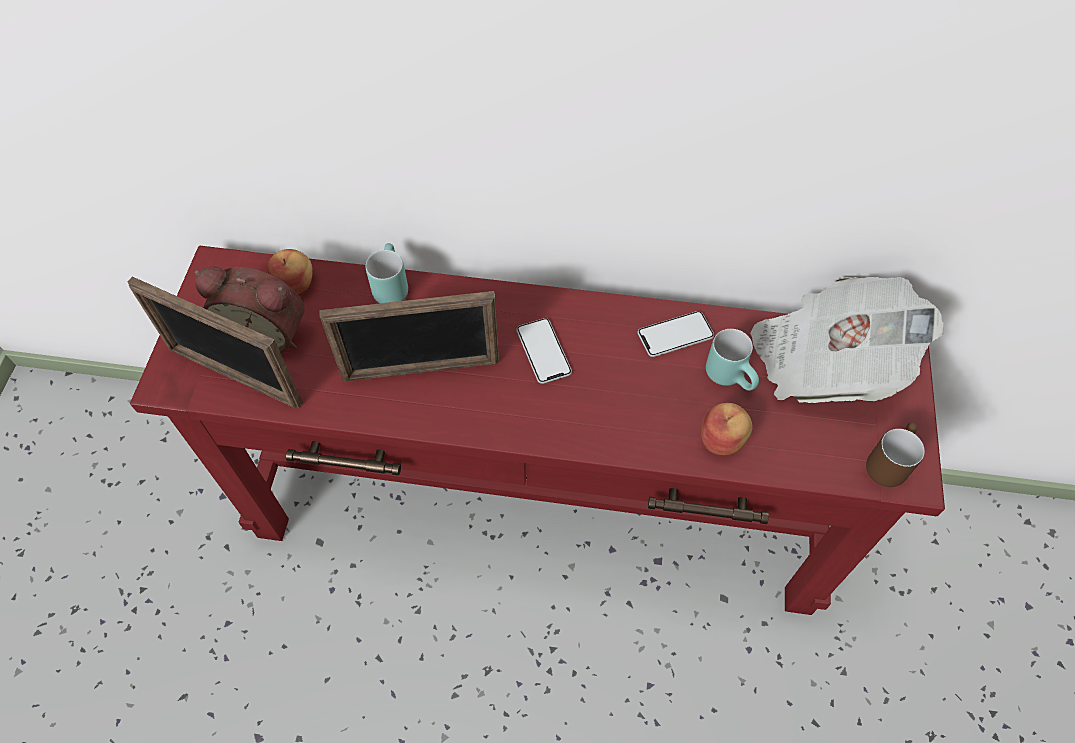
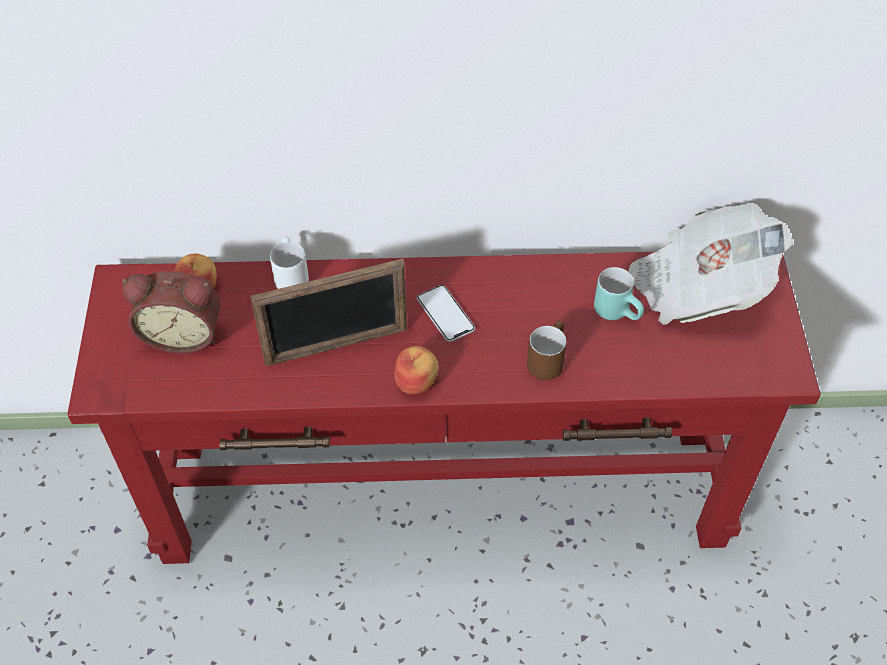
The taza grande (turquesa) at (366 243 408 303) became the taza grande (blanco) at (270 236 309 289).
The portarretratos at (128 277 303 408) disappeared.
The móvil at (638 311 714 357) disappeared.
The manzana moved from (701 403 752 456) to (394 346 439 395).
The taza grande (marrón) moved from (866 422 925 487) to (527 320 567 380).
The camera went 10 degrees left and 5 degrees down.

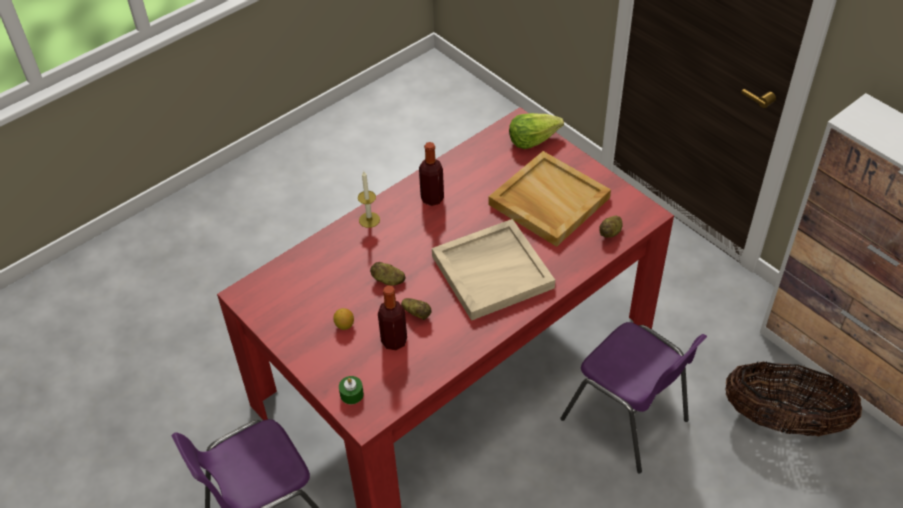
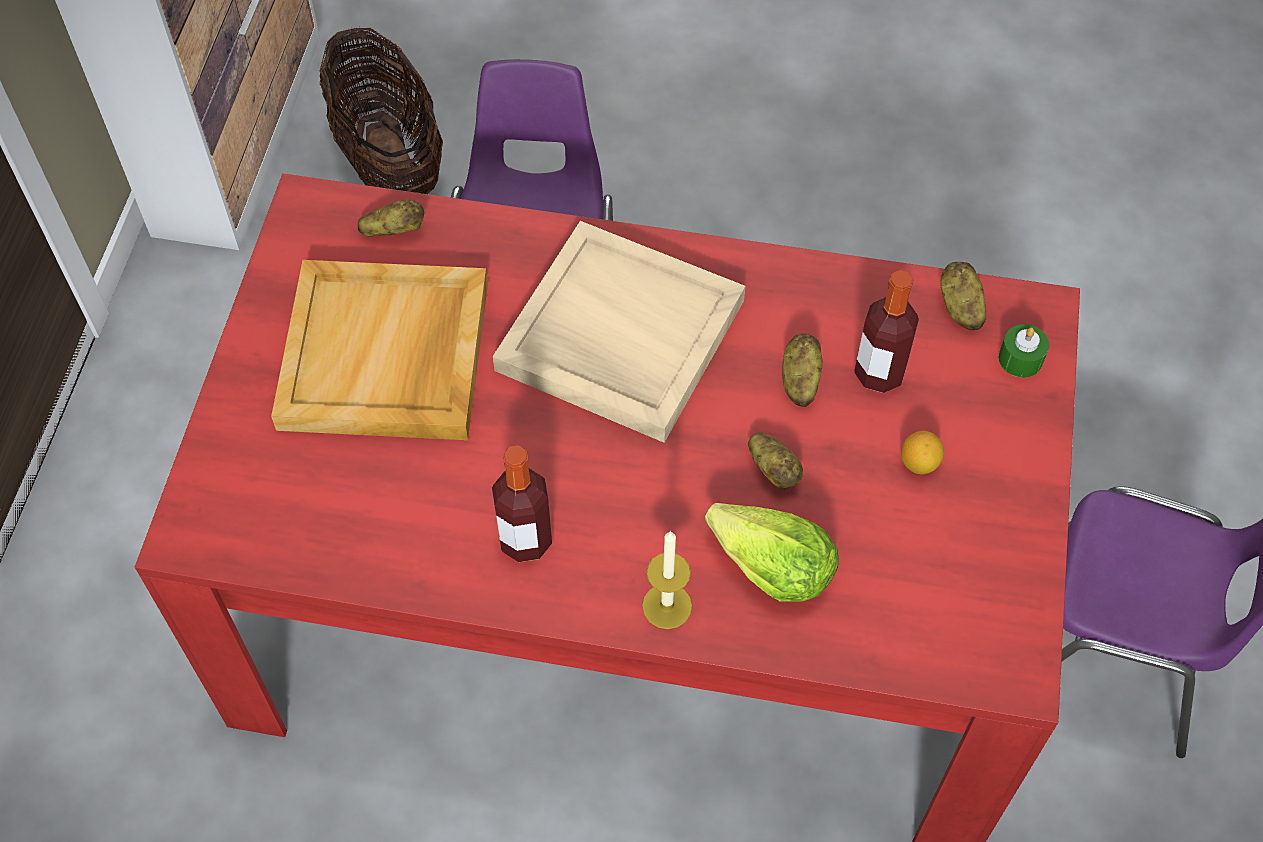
The lechuga moved from (509 113 564 149) to (705 503 839 601).
The patata at (941 262 987 330) appeared.
The camera went 130 degrees left and 10 degrees up.

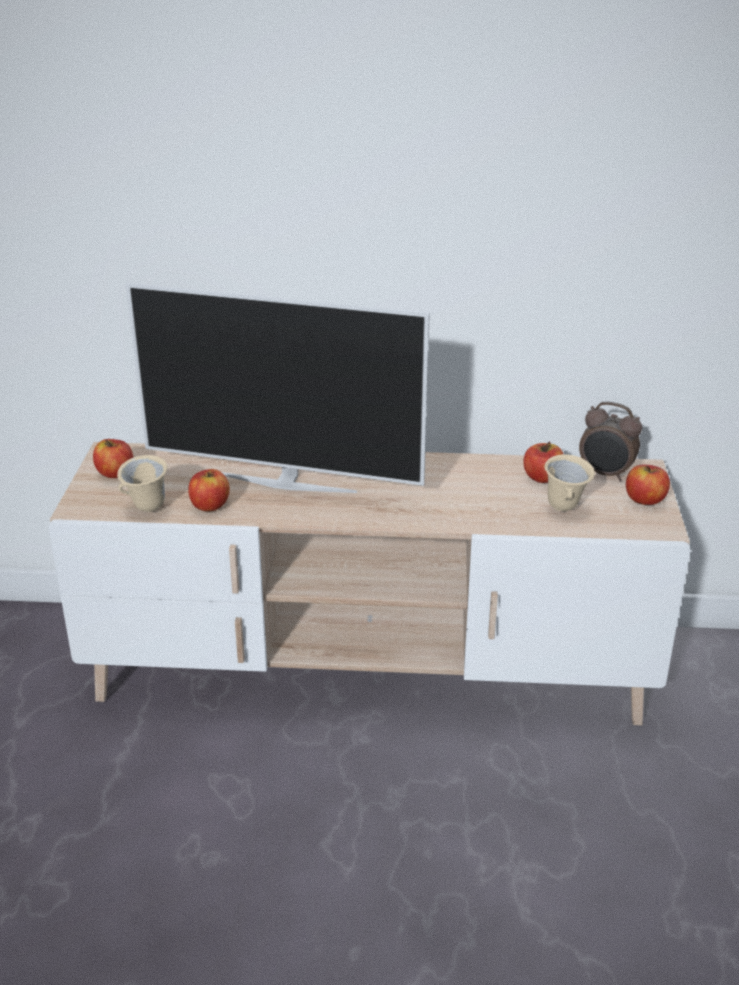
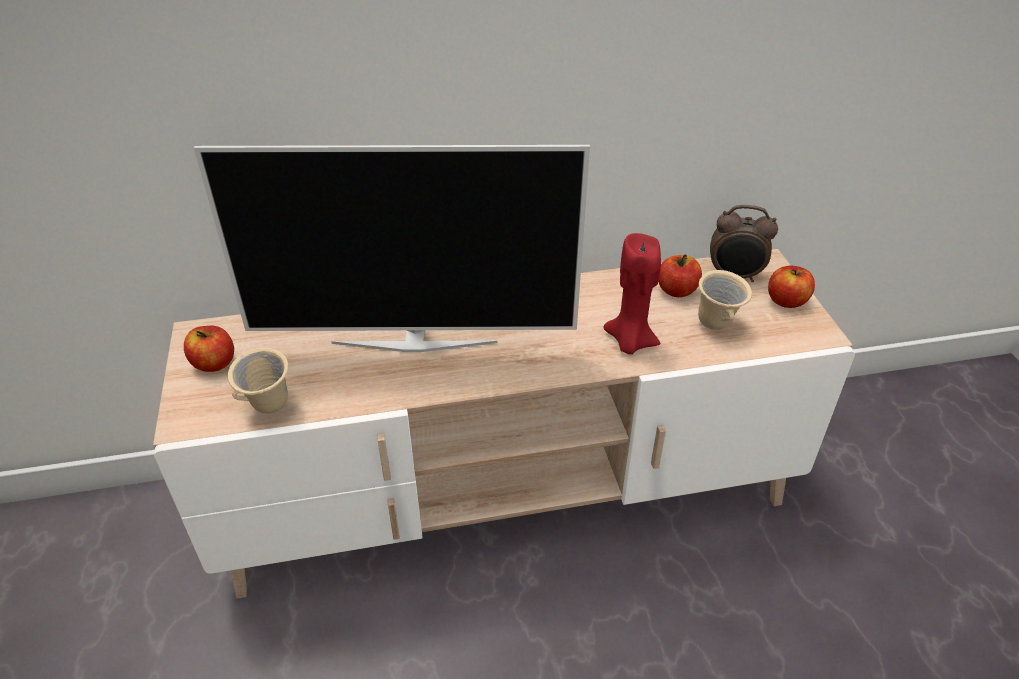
The manzana at (188 469 230 511) disappeared.
The vela (rojo) at (604 233 661 354) appeared.
The camera went 15 degrees left and 10 degrees up.

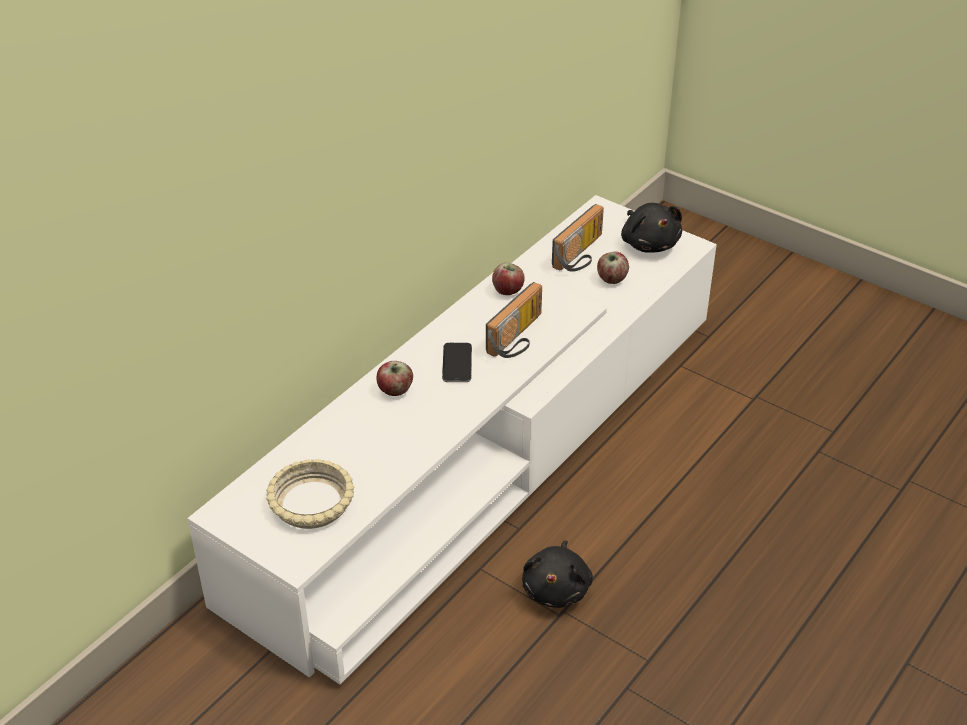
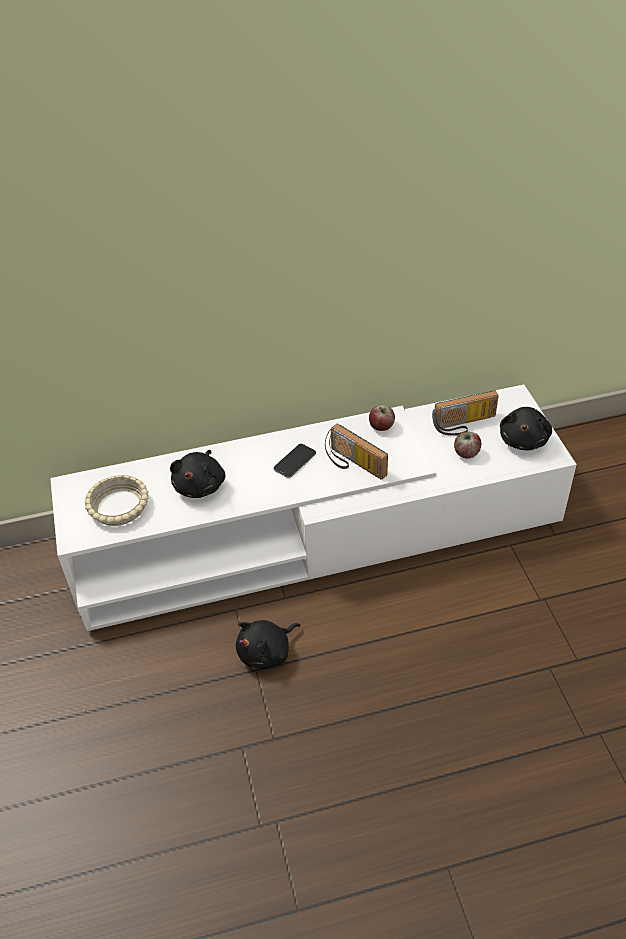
The radio at (486 282 542 358) turned 60 degrees clockwise.
The manzana at (377 361 413 396) disappeared.
The peluche (negro) at (170 450 226 498) appeared.
The camera went 40 degrees right and 5 degrees up.

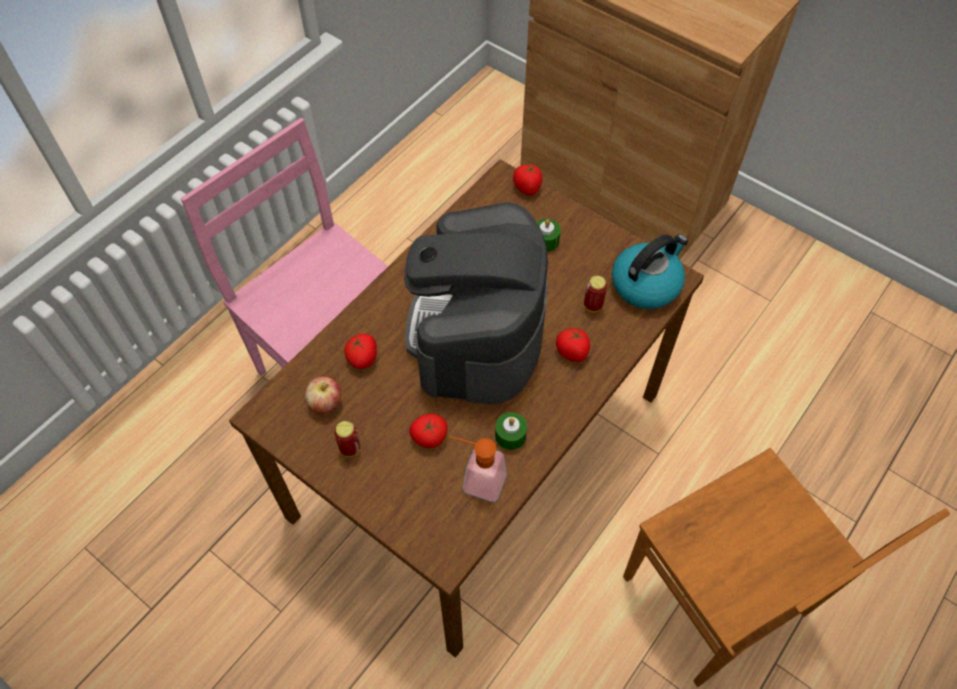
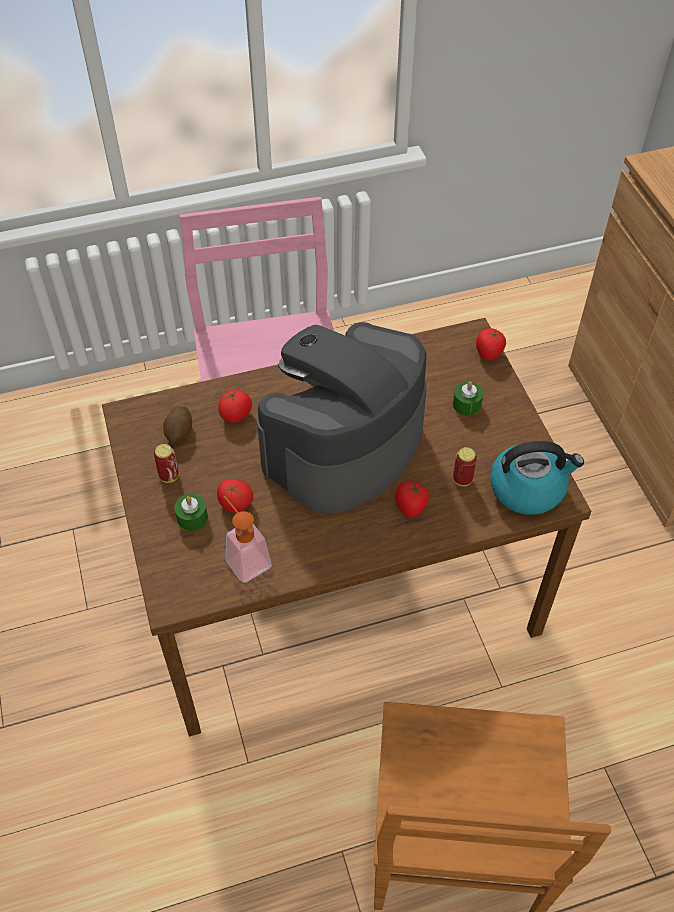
The manzana at (305 376 341 414) was replaced by the patata at (163 406 192 443).
The vela (verde) moved from (495 412 527 450) to (174 494 208 531).
The camera went 35 degrees right and 5 degrees down.

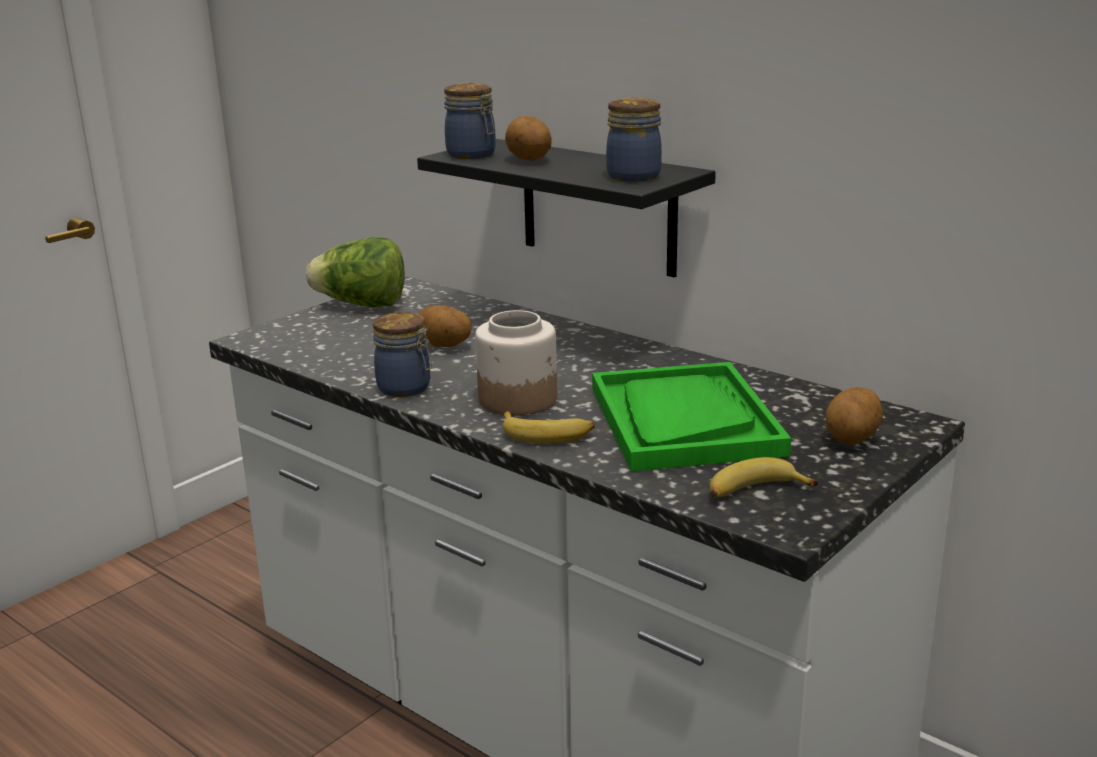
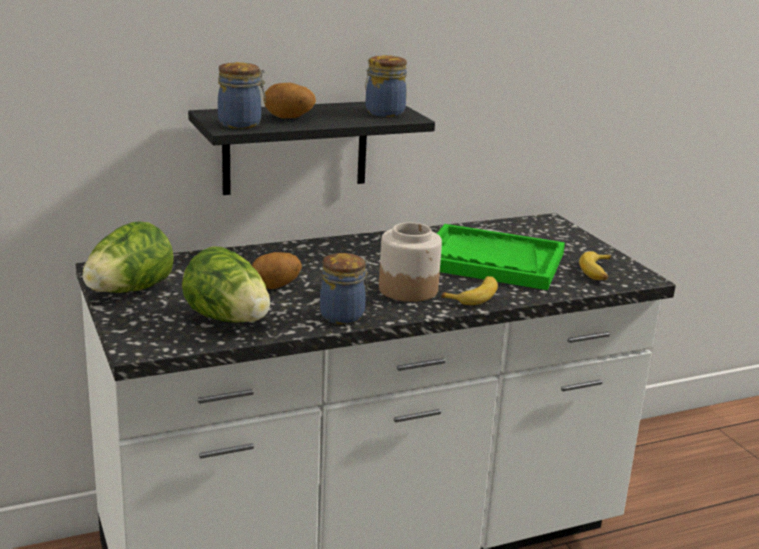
The patata at (826 387 883 445) disappeared.
The lechuga at (182 246 270 322) appeared.
The camera went 65 degrees left and 0 degrees up.

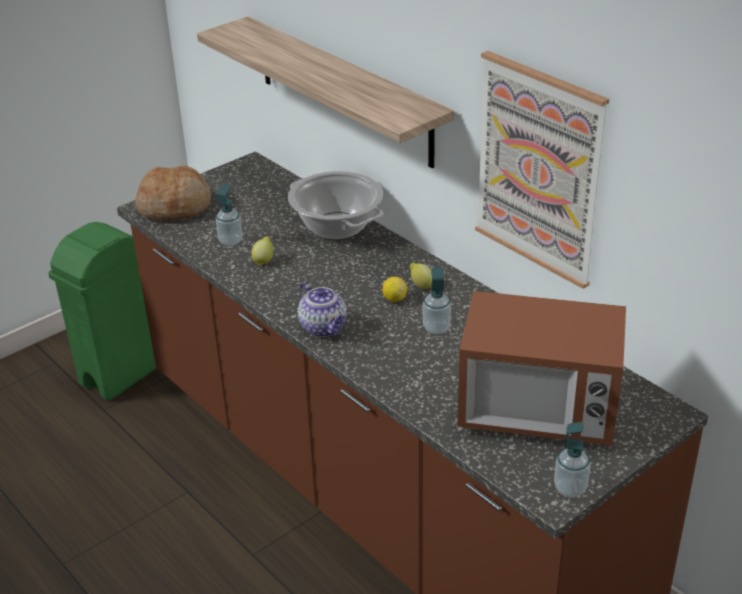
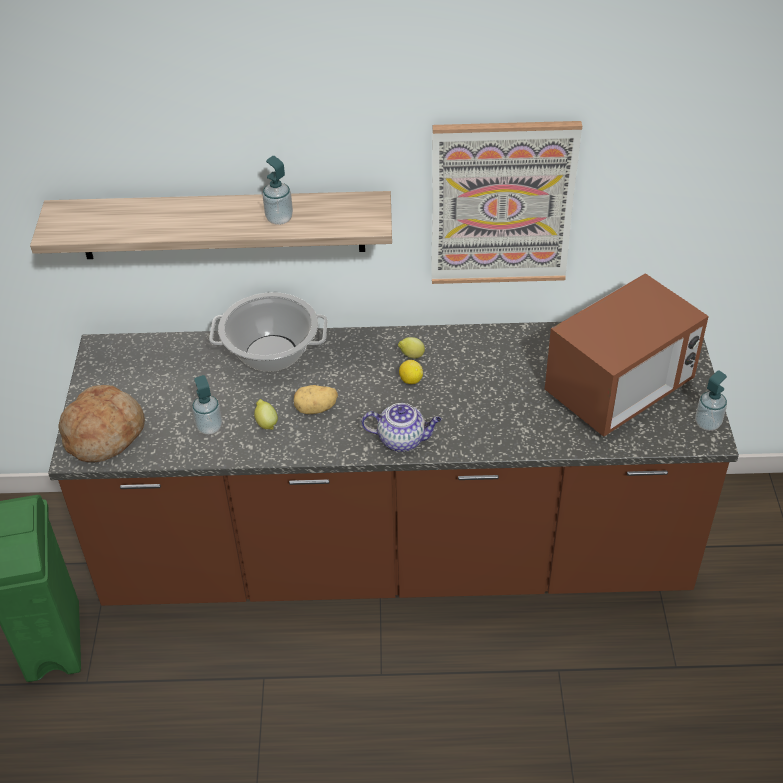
The dispensador de jabón moved from (423 267 451 334) to (263 156 293 225).
The patata at (294 385 338 414) appeared.
The camera went 50 degrees left and 10 degrees up.

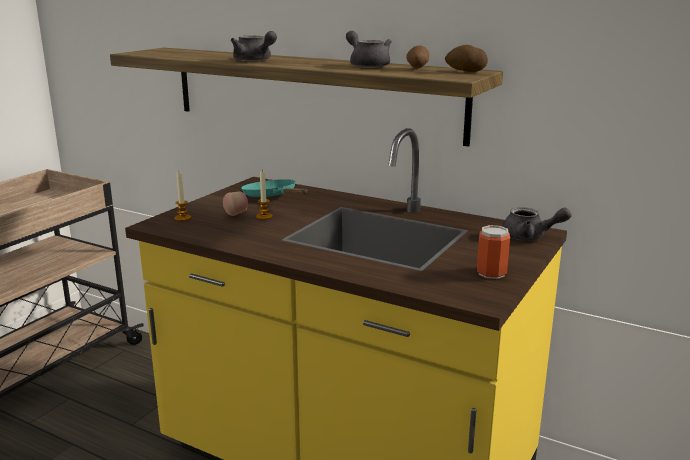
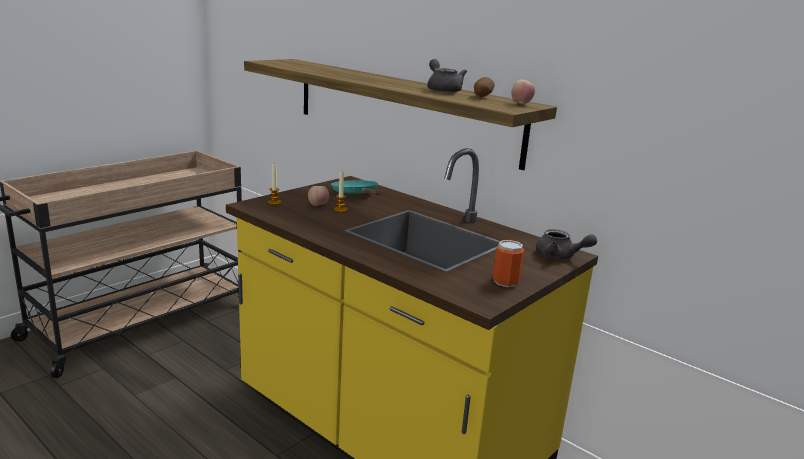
The tetera (gris) at (231 31 277 61) disappeared.
The patata at (445 45 488 72) was replaced by the manzana at (511 80 535 104).
The camera went 10 degrees right and 0 degrees up.

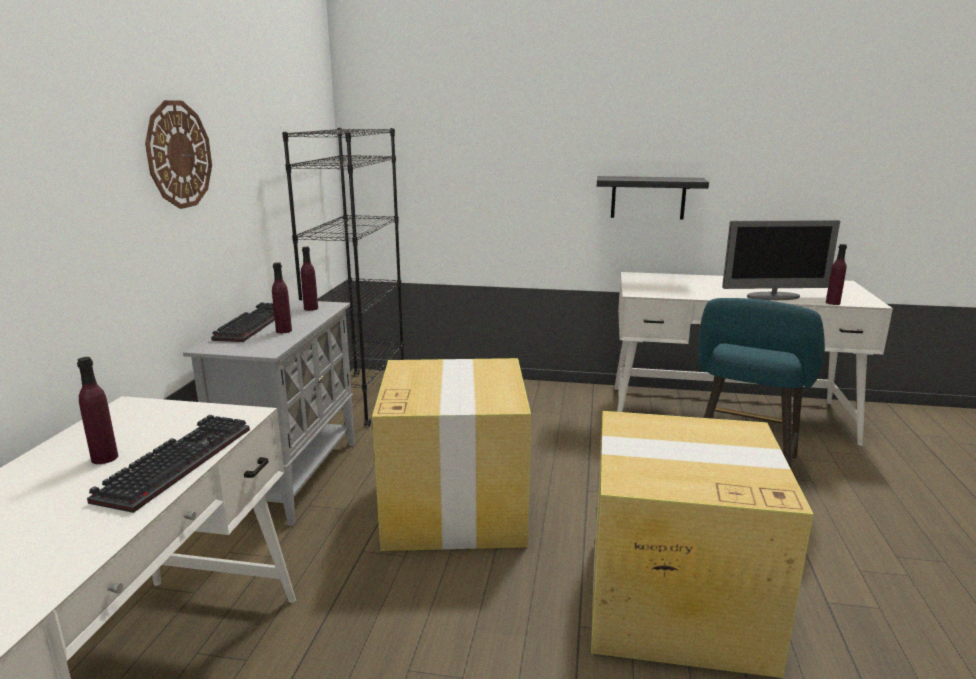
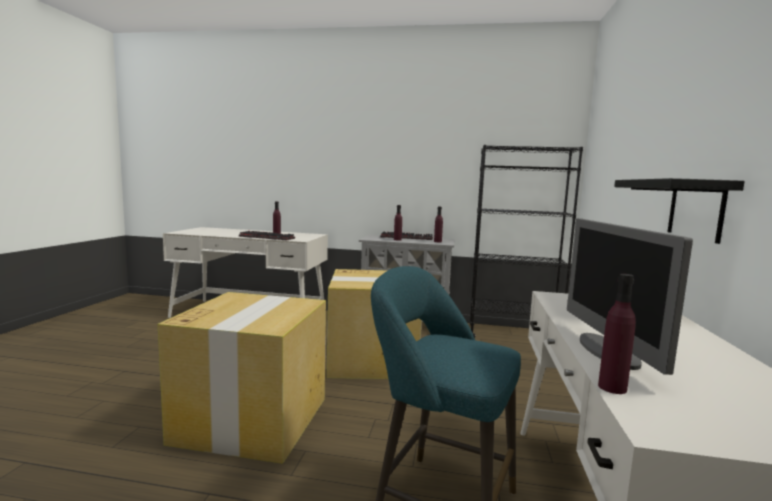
The reloj de pared at (145 100 212 209) disappeared.
The camera went 90 degrees right and 10 degrees down.

